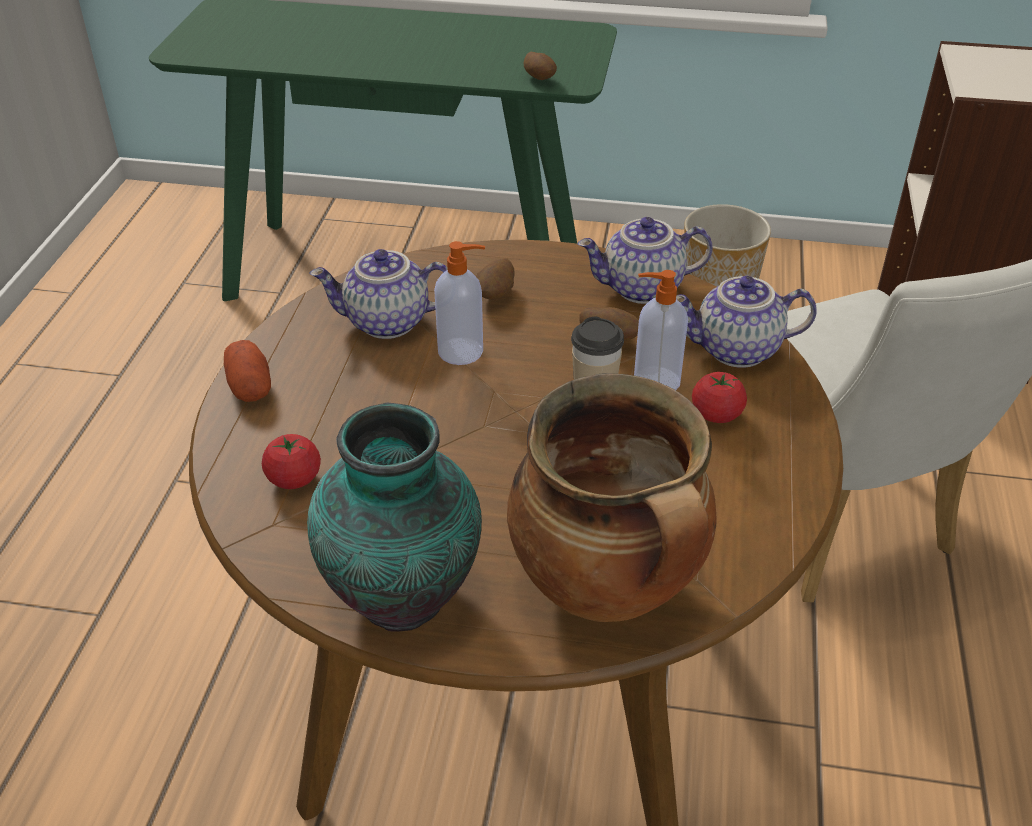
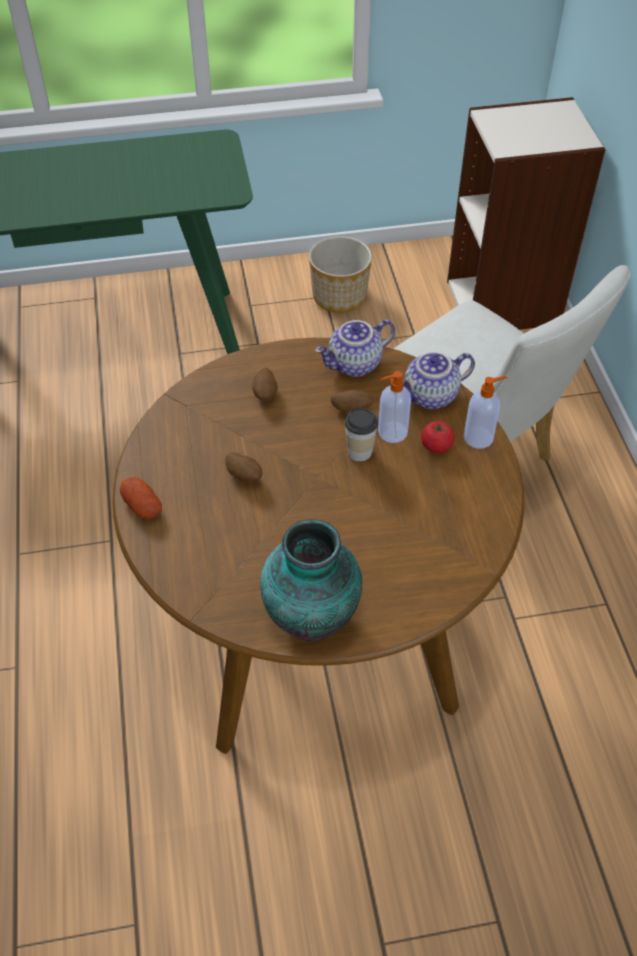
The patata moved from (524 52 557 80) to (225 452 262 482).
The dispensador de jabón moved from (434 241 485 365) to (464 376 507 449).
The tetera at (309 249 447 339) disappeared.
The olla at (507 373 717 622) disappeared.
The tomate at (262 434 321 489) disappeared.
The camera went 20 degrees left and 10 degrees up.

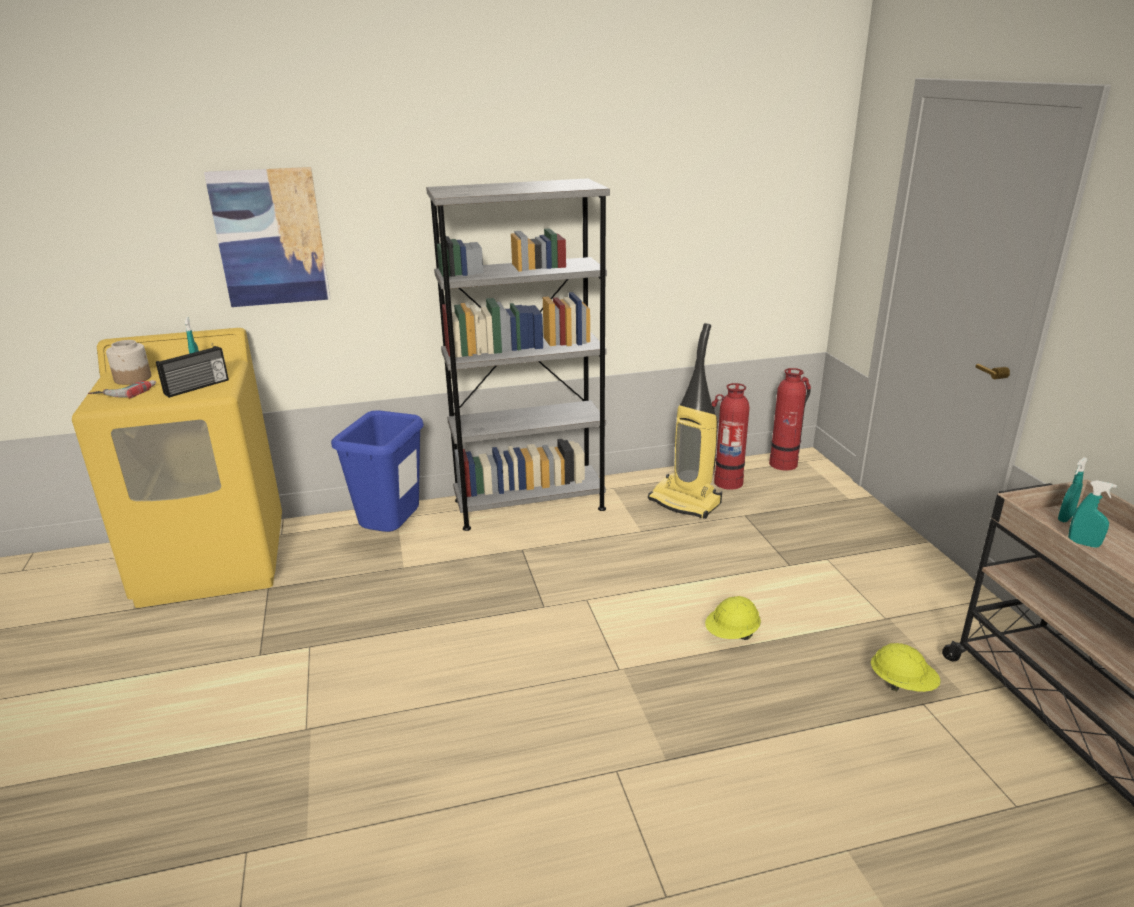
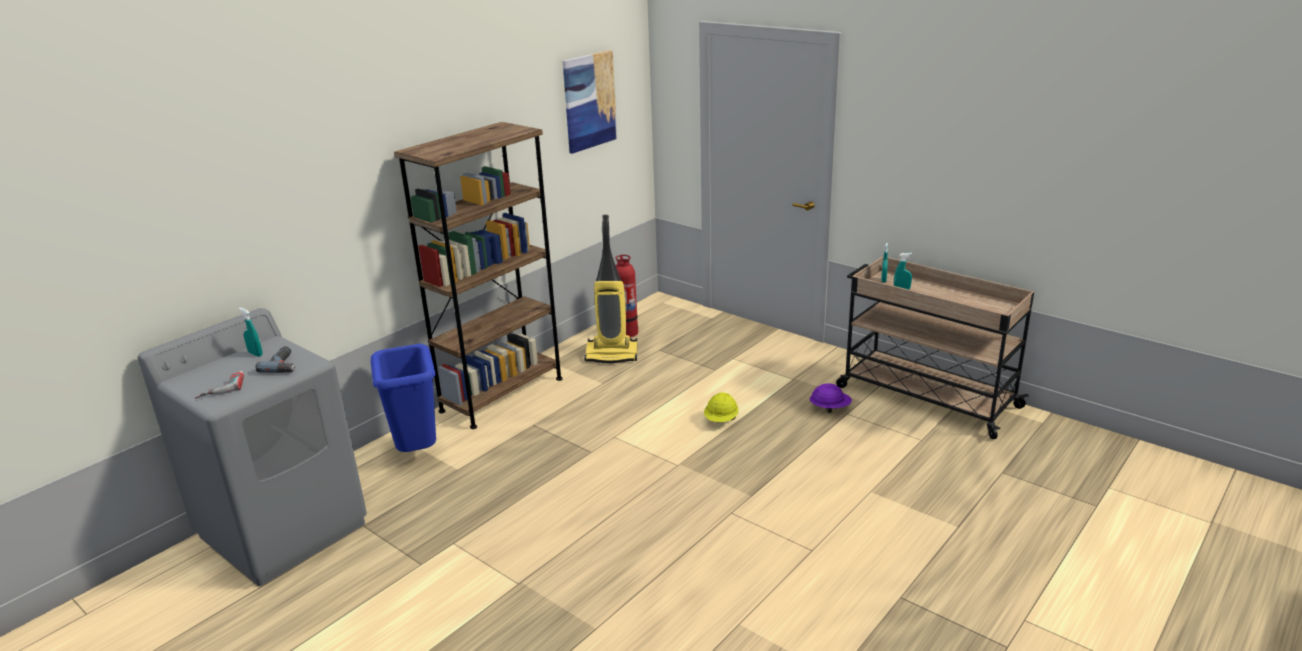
The cuadro moved from (204 167 330 307) to (563 50 617 154).
The estantería (gris) at (426 178 610 531) became the estantería (marrón) at (394 122 563 429).
The lavadora (amarillo) at (72 328 282 608) became the lavadora (gris) at (138 308 367 586).
The tarro at (106 340 151 385) disappeared.
The radio at (156 346 229 398) was replaced by the taladro at (255 346 296 373).
The extintor at (769 368 811 471) disappeared.
The casco (amarillo) at (871 643 941 692) became the casco (morado) at (810 383 852 413).
The camera went 35 degrees left and 0 degrees up.

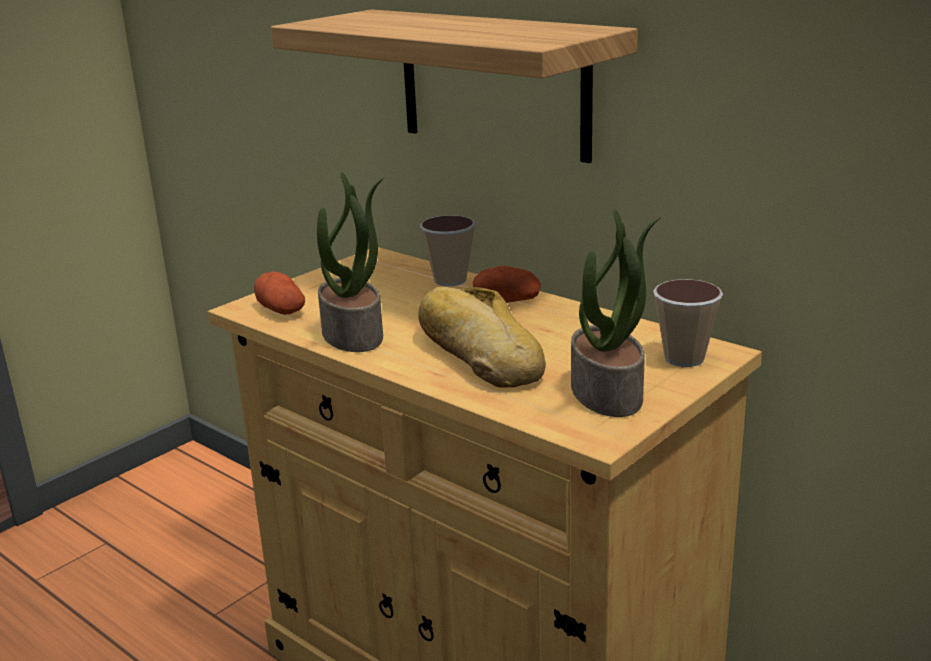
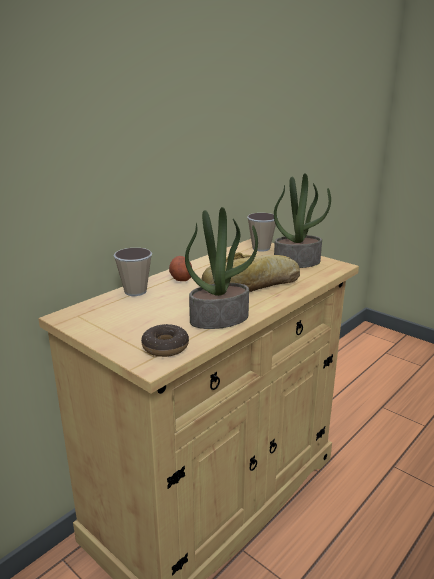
The estante at (271 9 638 163) disappeared.
The patata at (254 271 305 315) was replaced by the rosquilla at (141 324 189 357).
The camera went 90 degrees left and 0 degrees up.

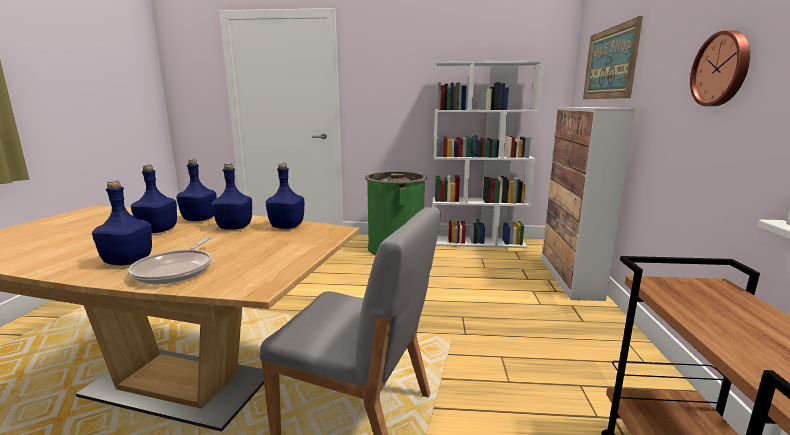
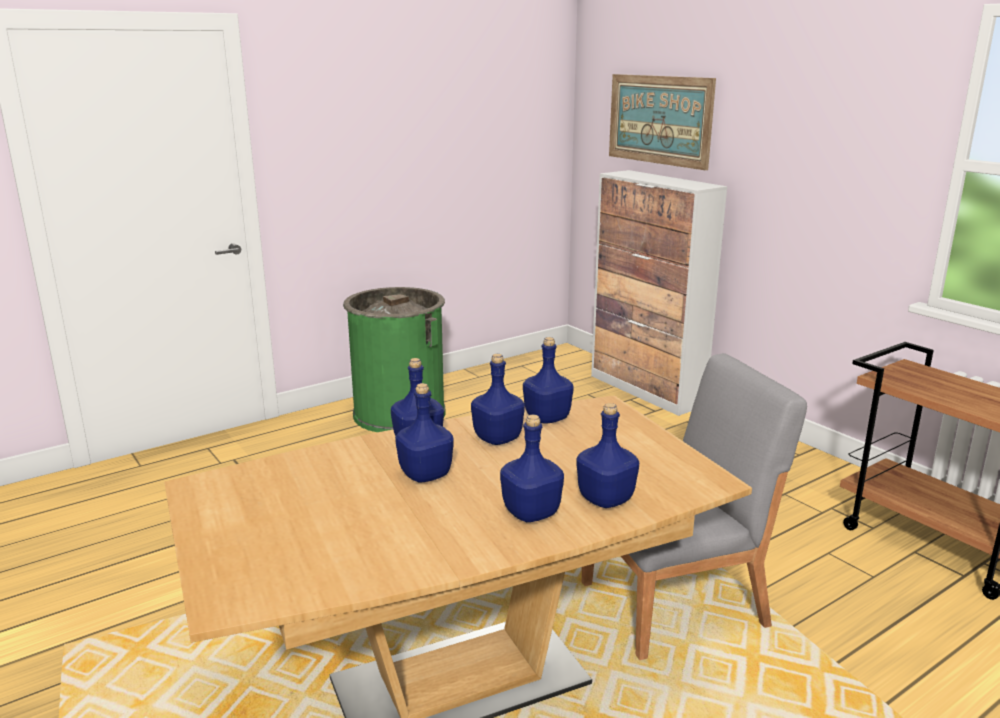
The reloj de pared at (690 30 750 106) disappeared.
The estantería (blanco) at (433 60 545 248) disappeared.
The sartén at (128 237 212 285) was replaced by the botella (azul) at (577 403 639 508).
The camera went 40 degrees left and 5 degrees up.

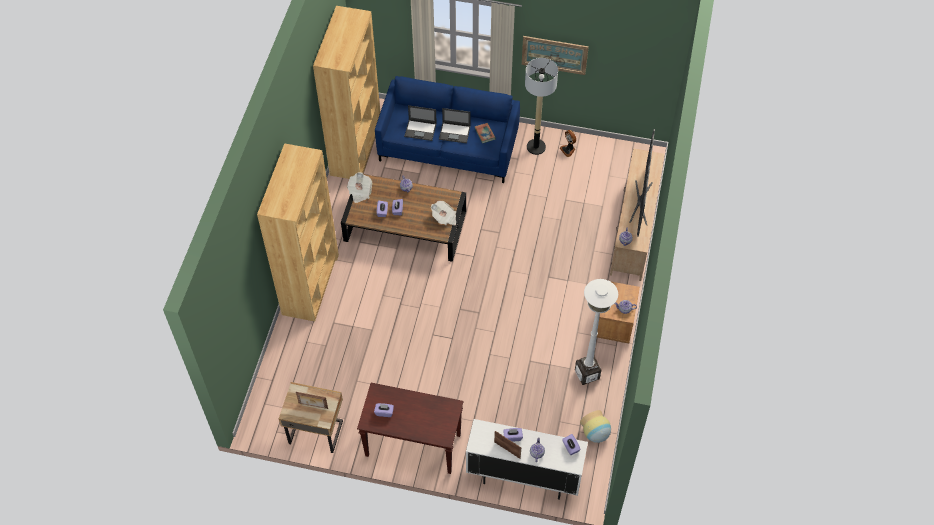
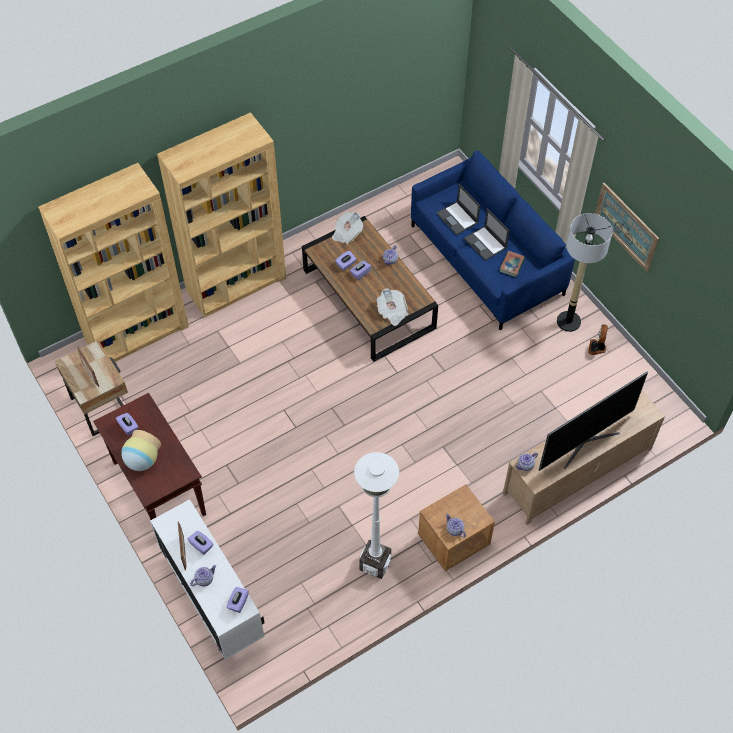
The estantería (marrón) moved from (313 6 380 179) to (38 163 189 362).
The florero moved from (580 410 611 443) to (121 430 161 471).
The camera went 45 degrees right and 0 degrees up.

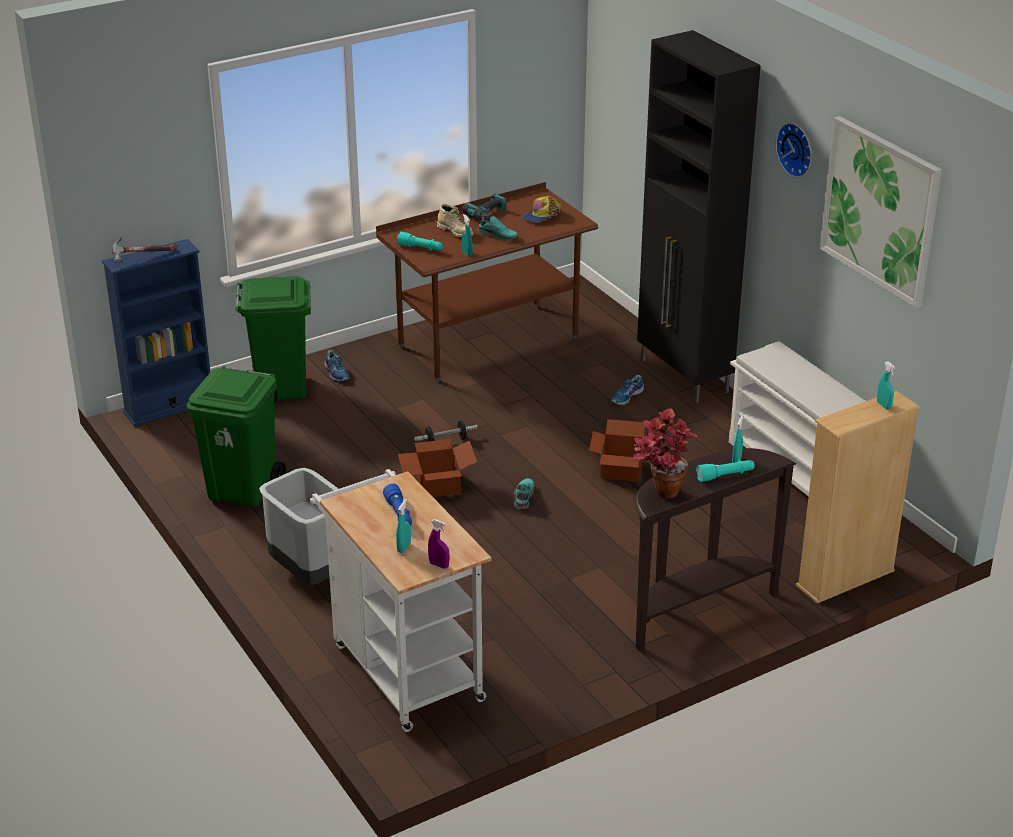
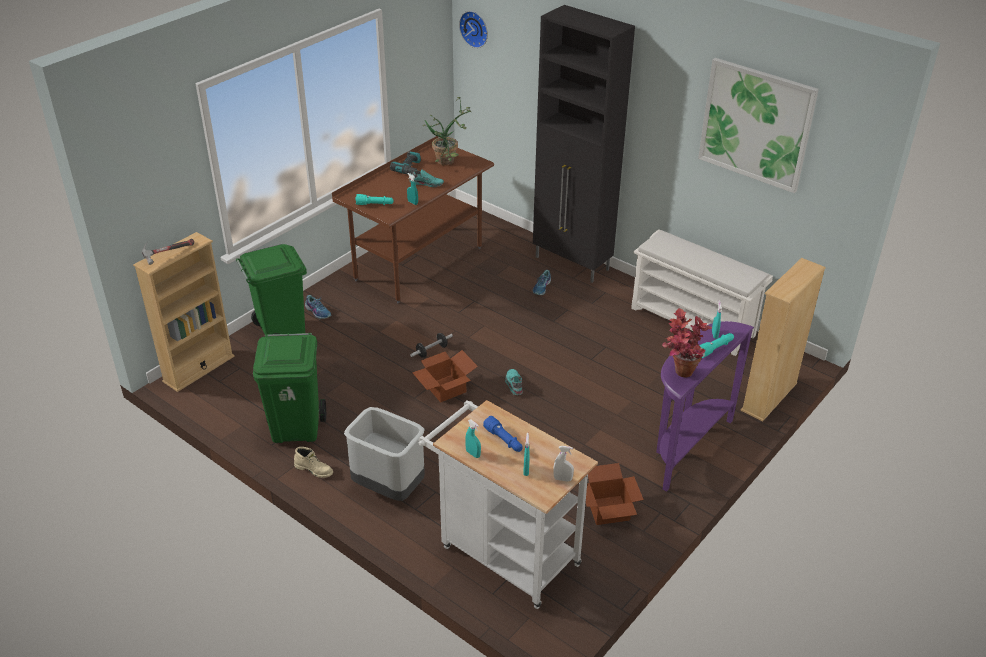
The reloj de pared moved from (776 123 812 178) to (459 11 488 48).
The gorra at (522 196 561 222) was replaced by the planta en maceta at (422 97 471 165).
The bota (beis) moved from (437 204 474 237) to (294 447 333 478).
The estantería (azul) at (102 239 210 426) became the estantería (beis) at (133 232 235 392).
The pulverizador (turquesa) moved from (877 361 896 409) to (465 419 481 458).
The caja de cartón moved from (589 419 645 482) to (586 463 644 525).
The mesa consola (marrón) at (635 448 796 651) became the mesa consola (morado) at (656 321 754 492).
The pulverizador (morado) at (428 519 450 568) became the pulverizador (blanco) at (553 446 574 482).
The camera went 20 degrees left and 5 degrees up.

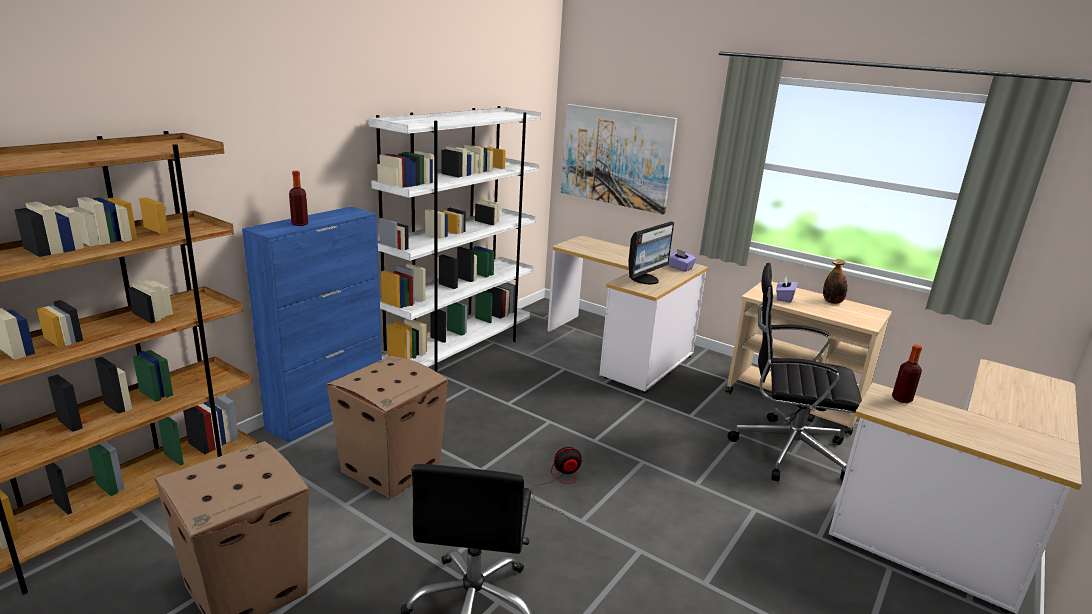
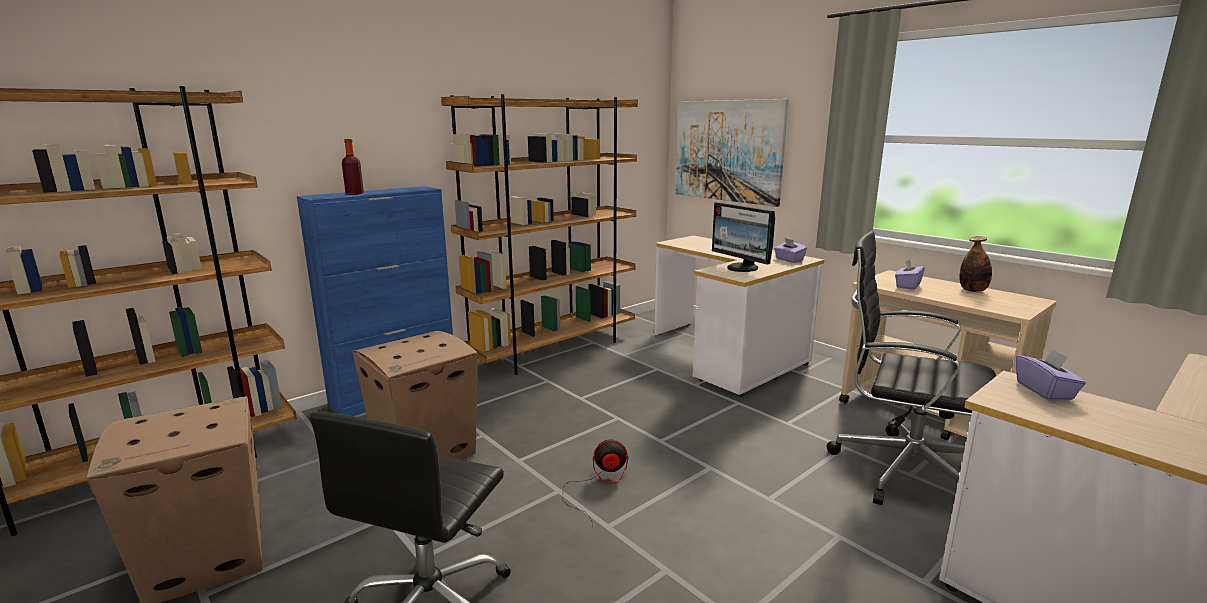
The estantería (blanco) at (369 106 542 372) became the estantería (marrón) at (441 94 638 375).
The monitor at (628 221 674 284) turned 90 degrees clockwise.
The botella at (892 345 922 403) was replaced by the caja de pañuelos (morado) at (1016 349 1086 400).
The camera went 15 degrees right and 5 degrees down.

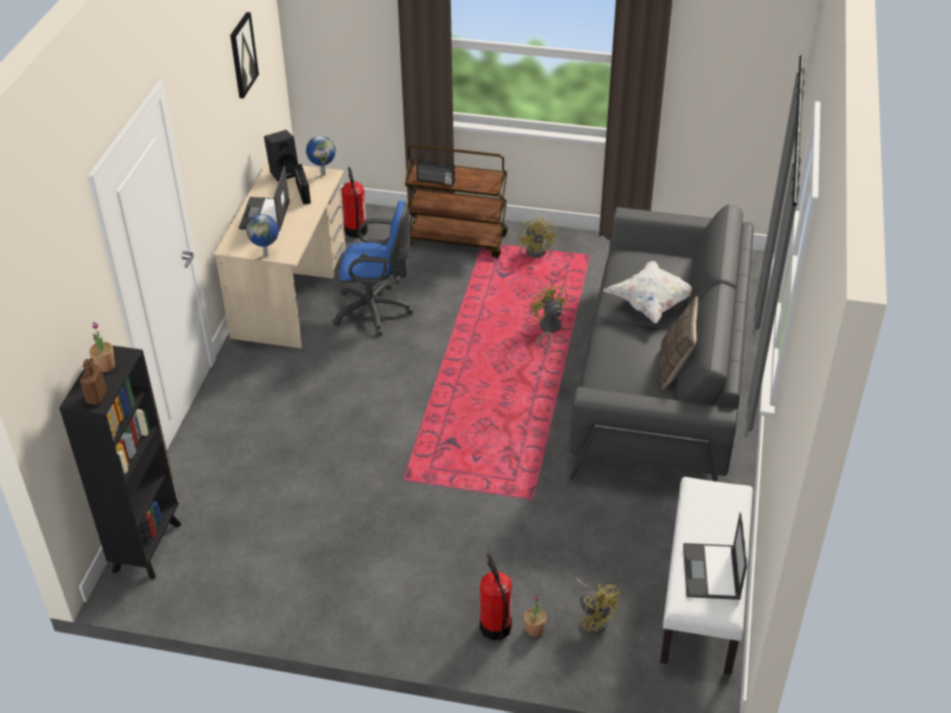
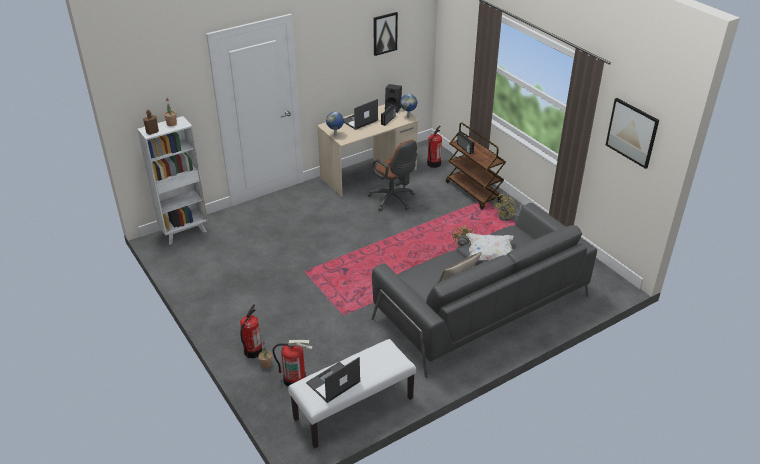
The silla de oficina (azul) at (332 201 414 336) became the silla de oficina (marrón) at (367 140 417 211).
The estantería (negro) at (59 345 181 580) became the estantería (blanco) at (137 116 208 245).
The ventilador (amarillo) at (576 578 620 634) was replaced by the extintor at (272 339 313 387).
The cuadro at (606 98 659 169) appeared.
The camera went 45 degrees right and 5 degrees down.

